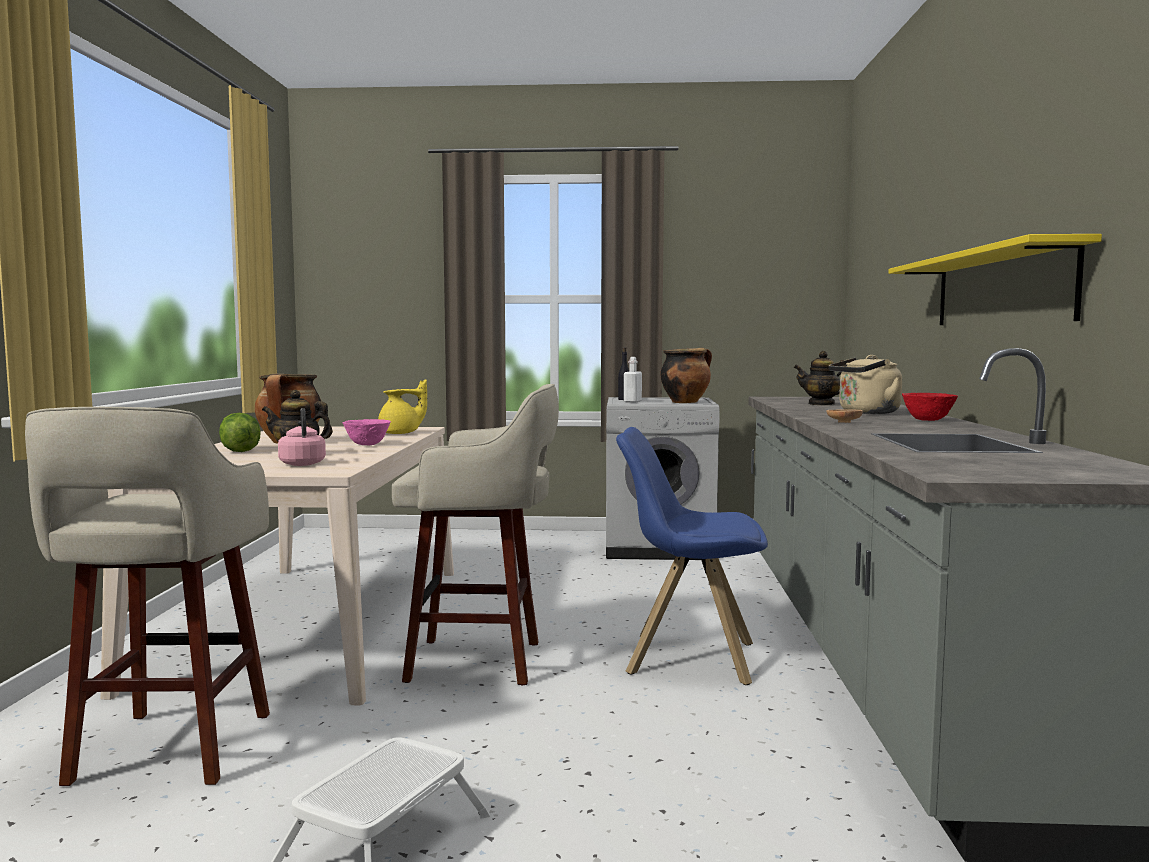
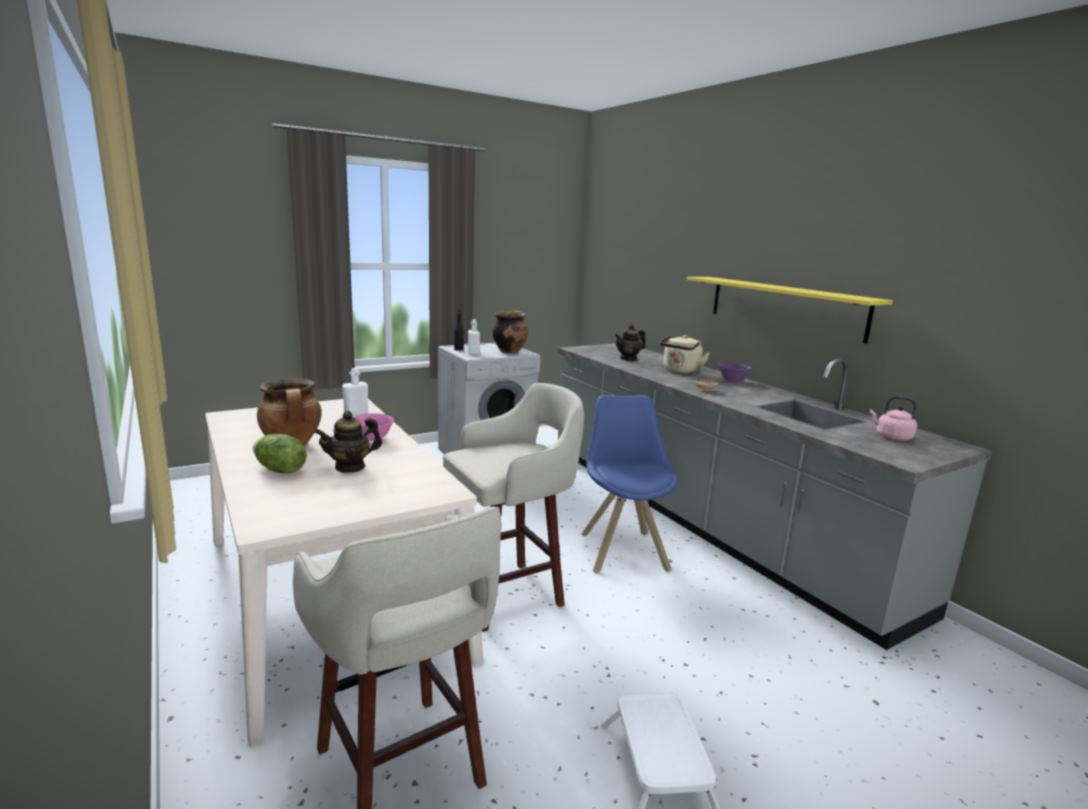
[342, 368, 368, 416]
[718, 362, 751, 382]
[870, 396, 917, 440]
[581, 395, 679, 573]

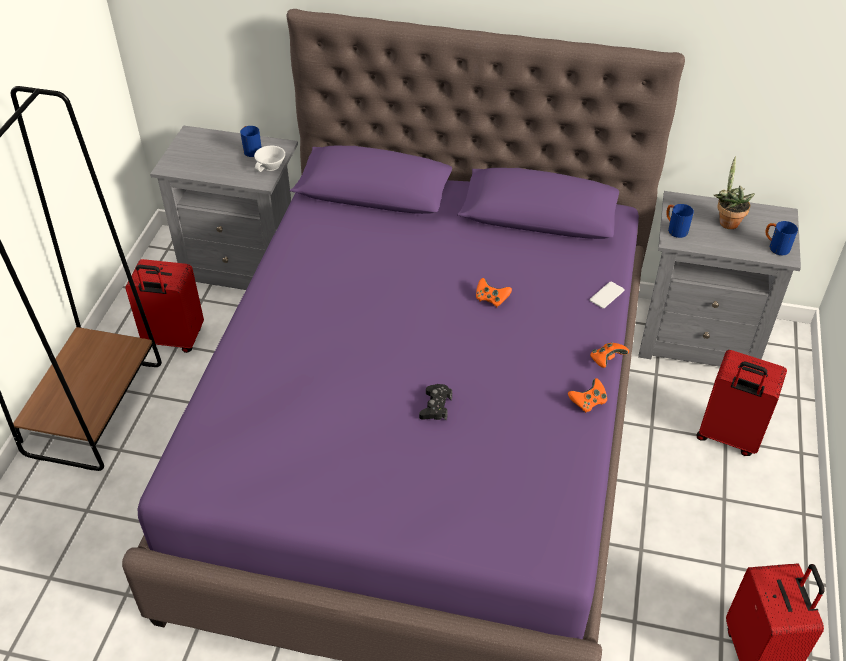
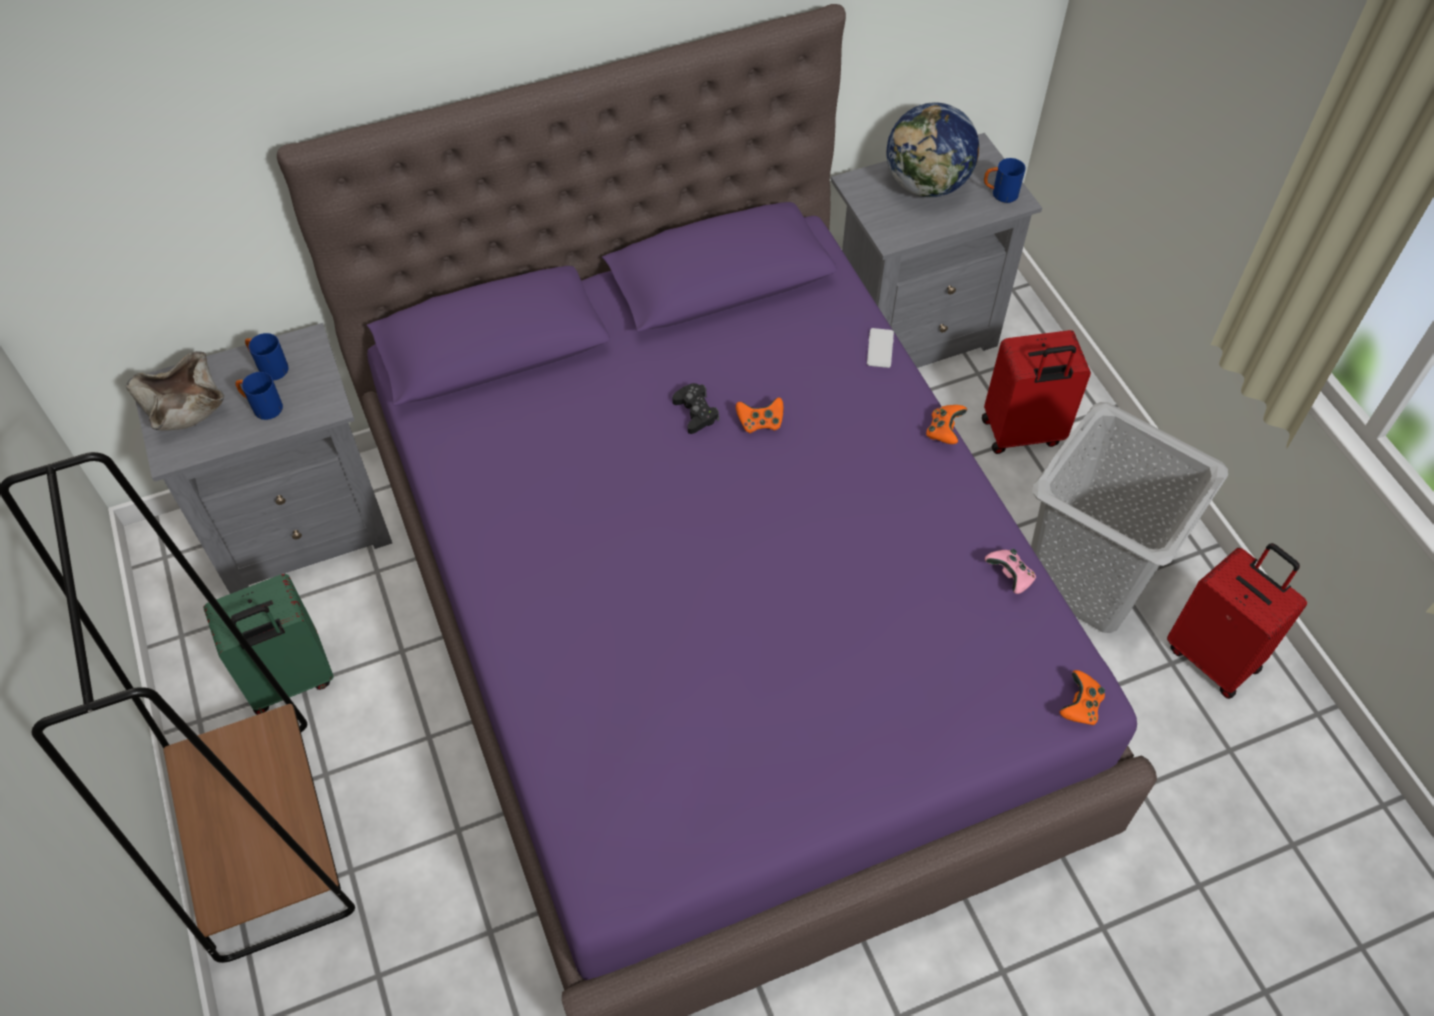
[254, 146, 285, 172] (first image)
[886, 102, 979, 198]
[235, 372, 283, 420]
[204, 574, 334, 715]
[1060, 670, 1105, 725]
[672, 383, 719, 434]
[126, 351, 224, 431]
[1031, 402, 1228, 633]
[985, 549, 1036, 594]

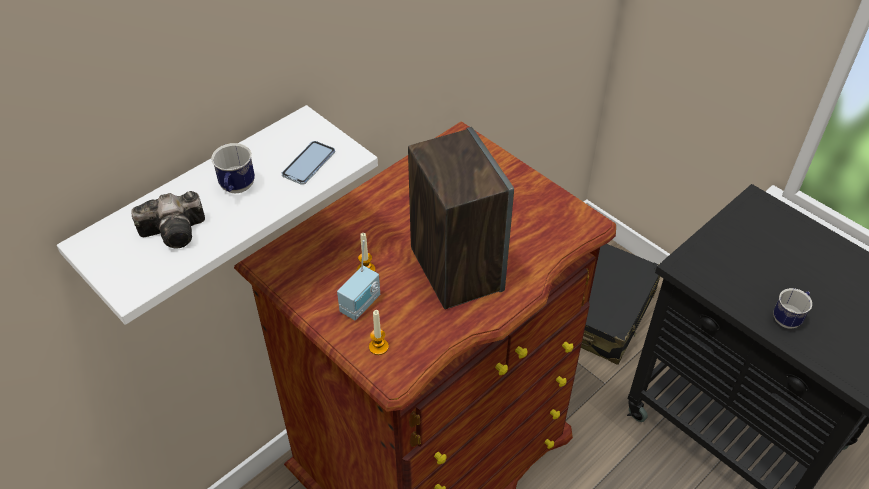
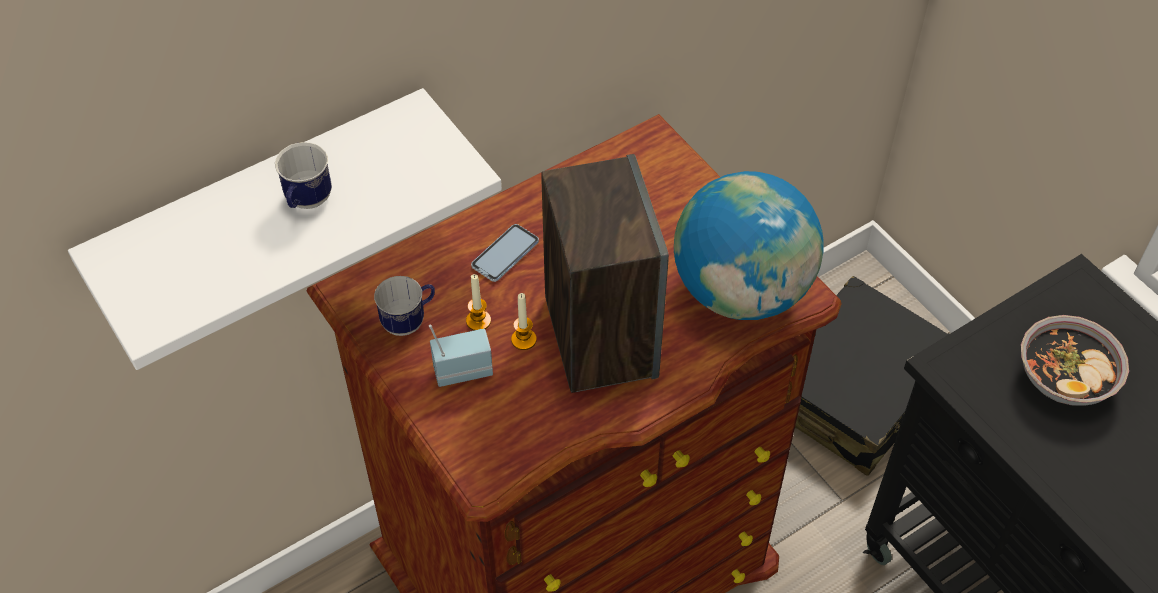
[471, 224, 539, 282]
[131, 191, 205, 248] (first image)
[429, 325, 493, 387]
[374, 276, 435, 336]
[511, 293, 537, 350]
[674, 171, 824, 320]
[1021, 315, 1129, 406]

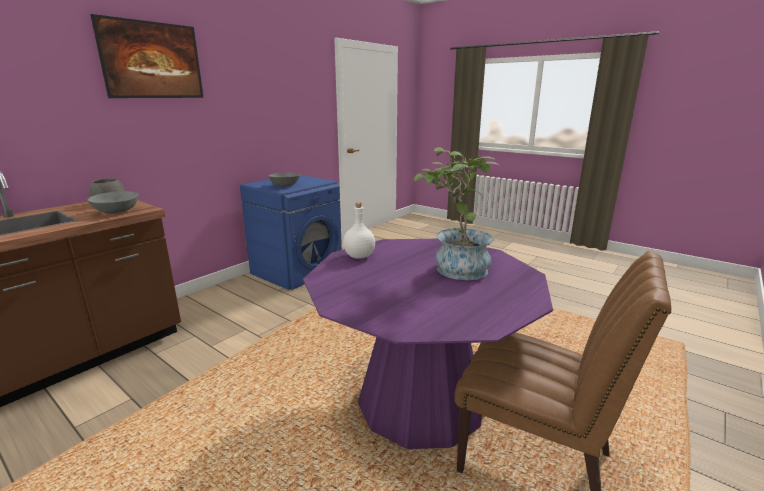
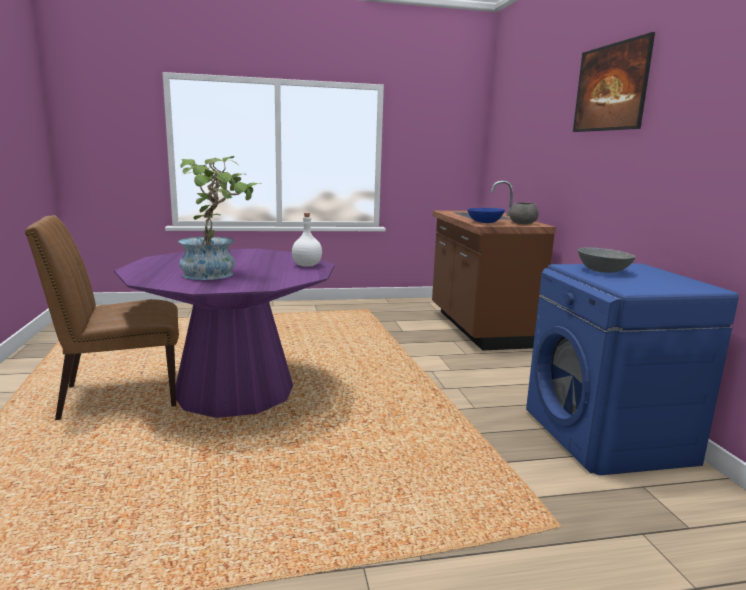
[467, 208, 505, 223]

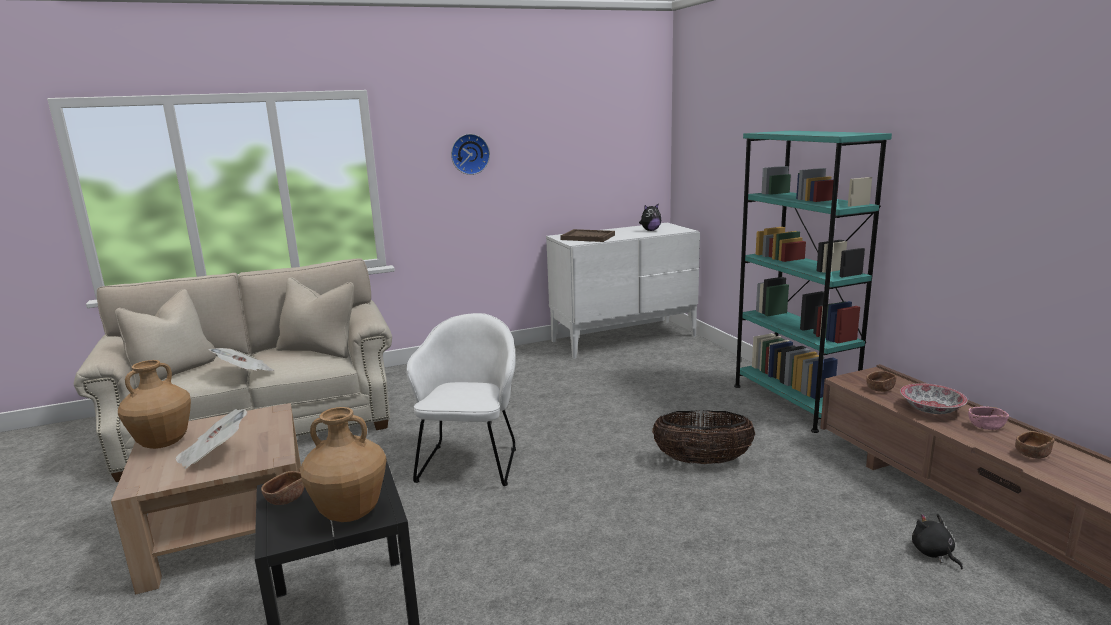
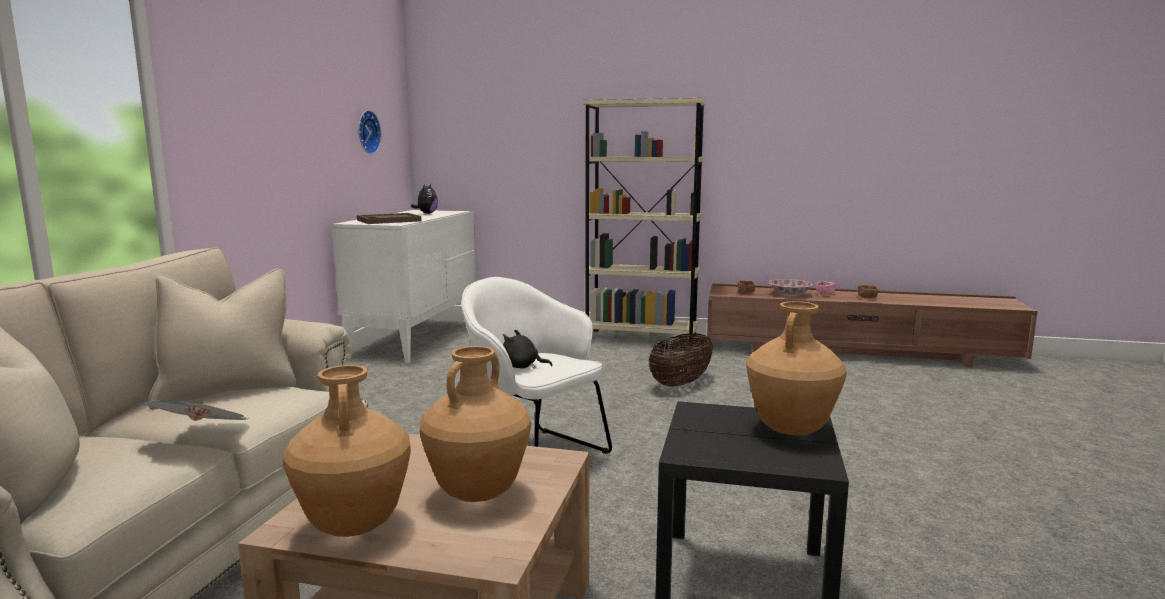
[583, 98, 706, 346]
[358, 110, 382, 154]
[420, 346, 531, 502]
[261, 471, 305, 505] (first image)
[503, 330, 553, 369]

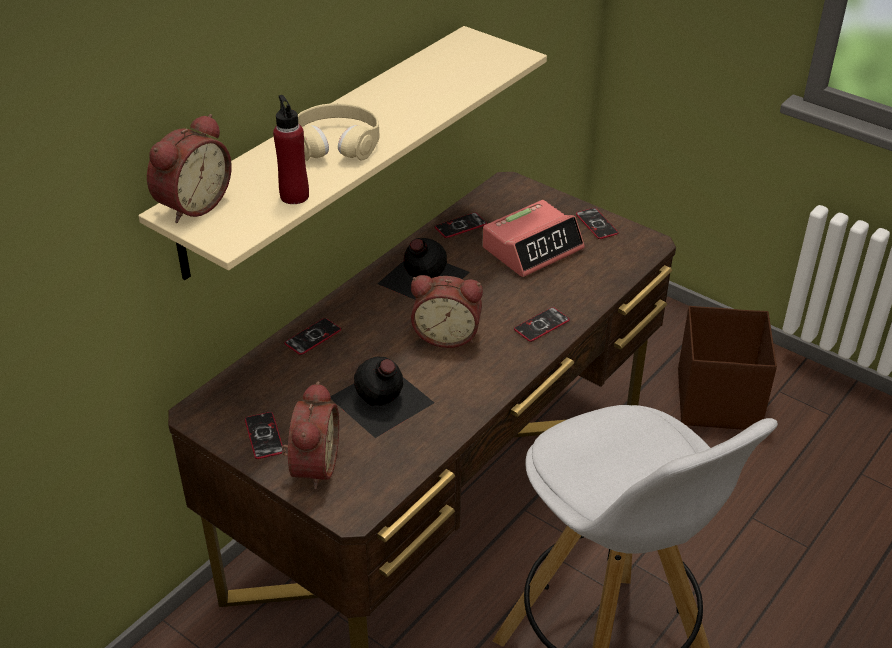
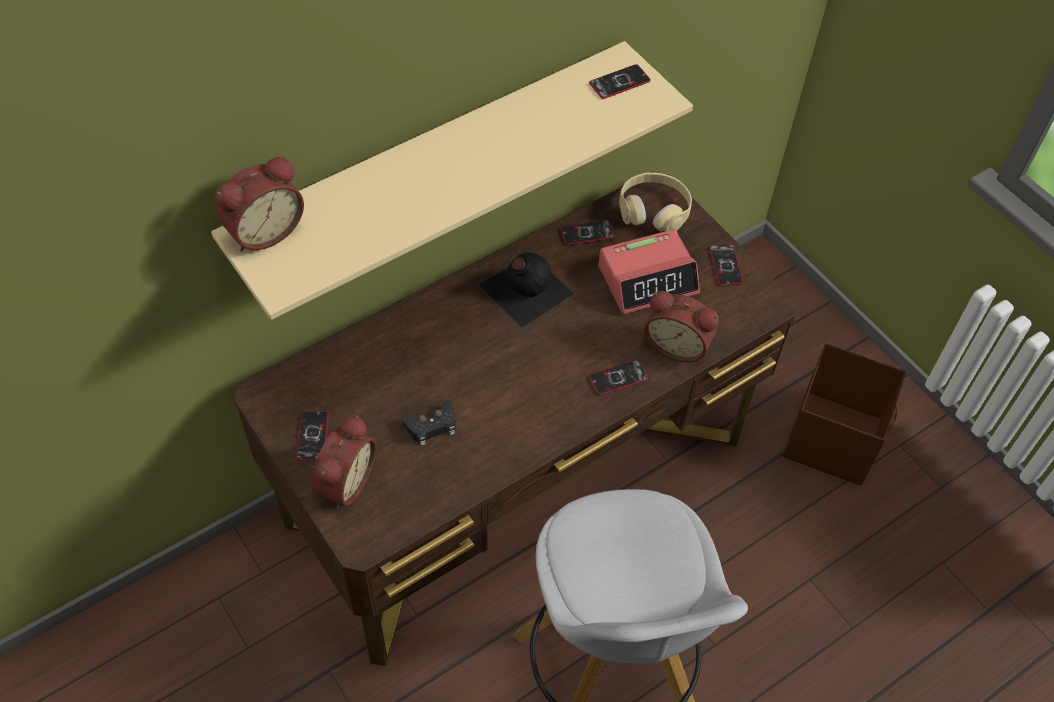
[273, 95, 309, 204] (first image)
[619, 172, 692, 231]
[644, 291, 719, 362]
[589, 64, 651, 99]
[402, 400, 456, 446]

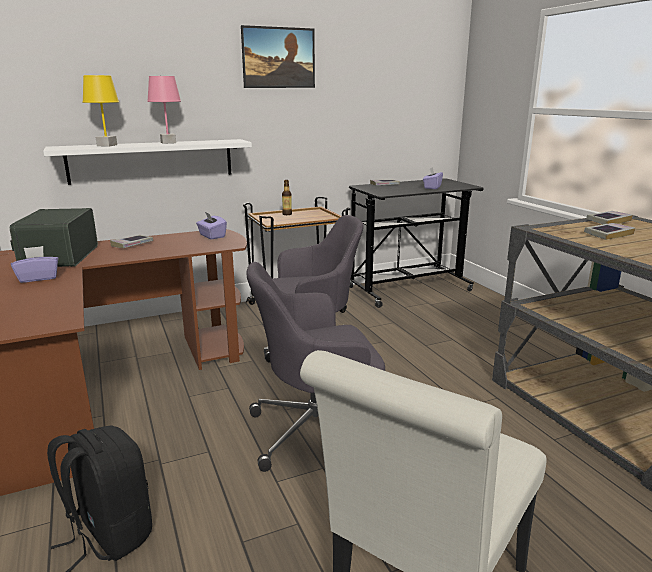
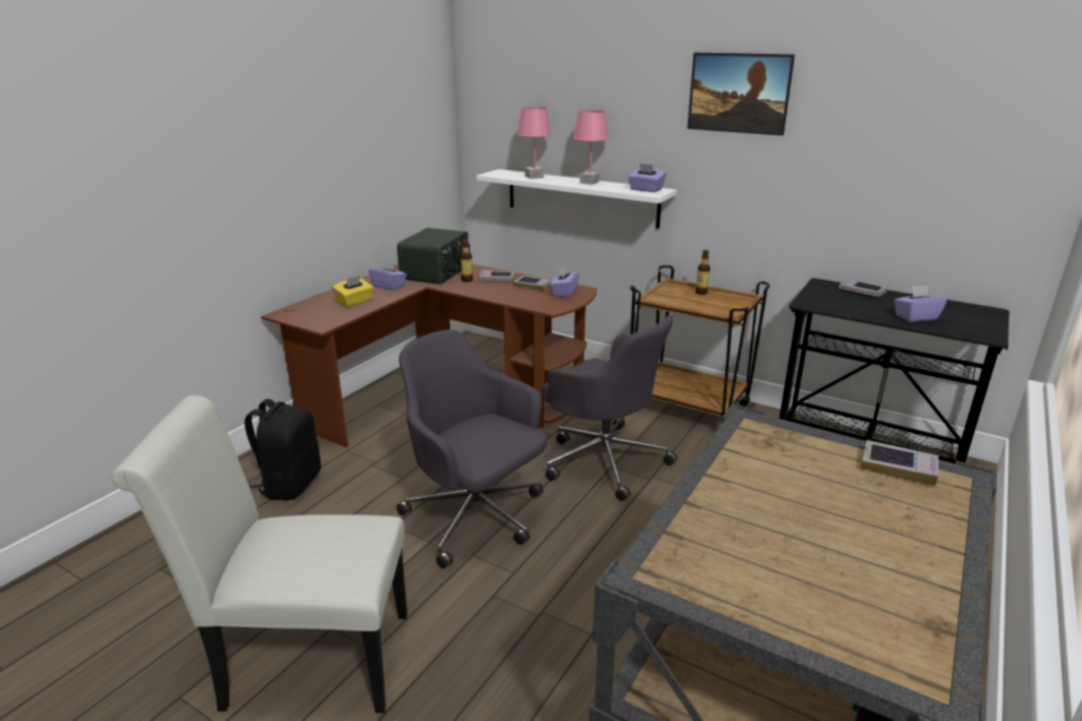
[517, 107, 551, 179]
[397, 228, 470, 284]
[513, 275, 552, 291]
[628, 163, 666, 192]
[460, 239, 473, 282]
[332, 276, 374, 307]

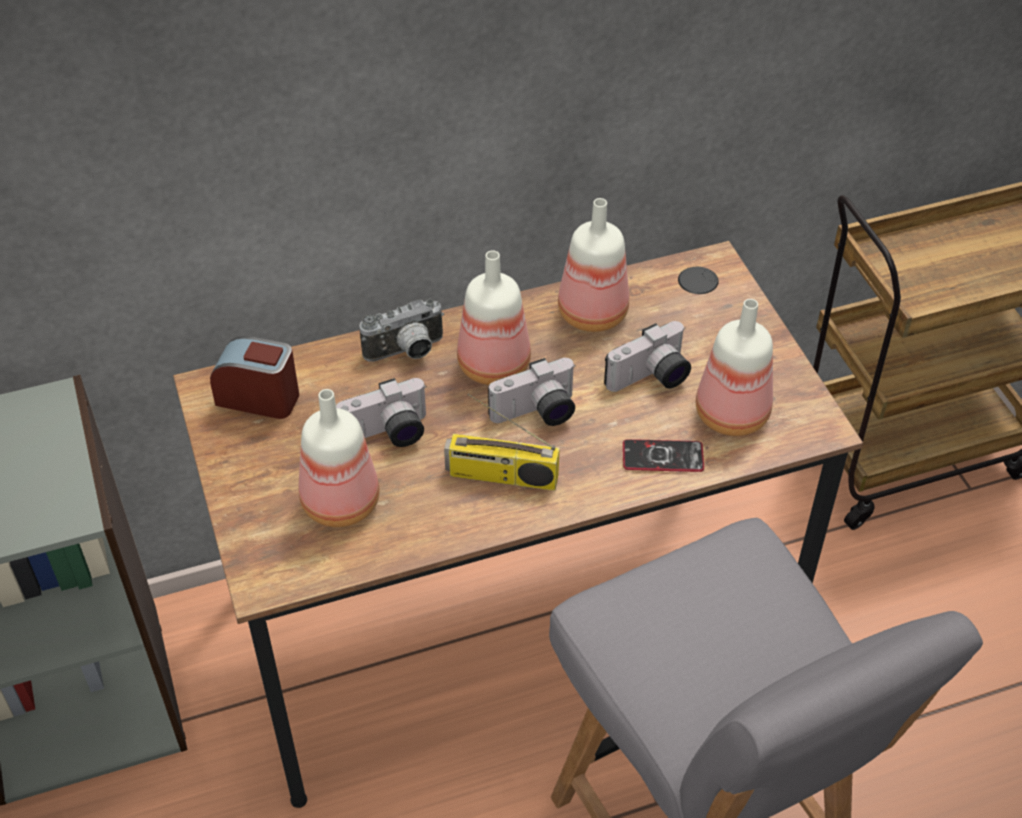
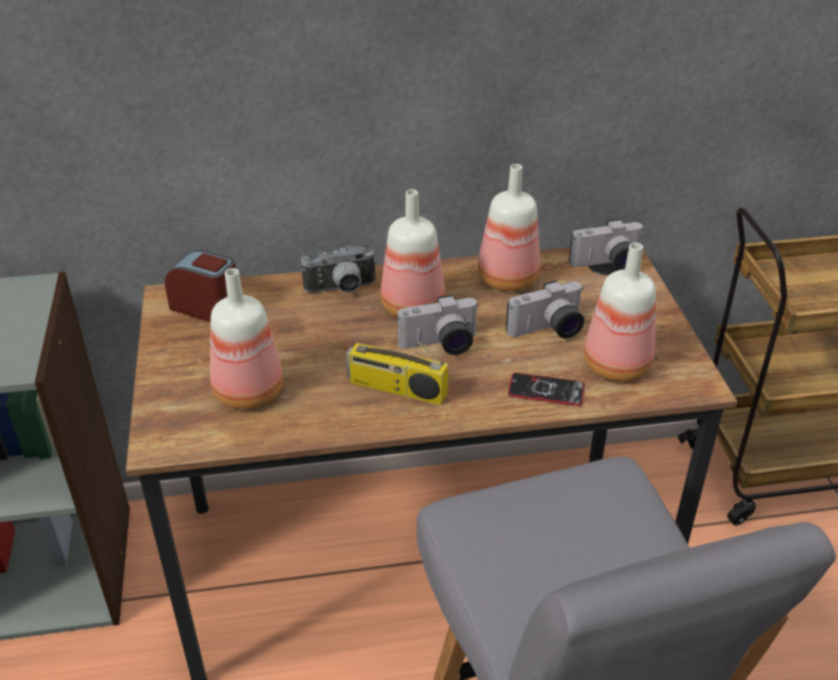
[569, 219, 644, 270]

